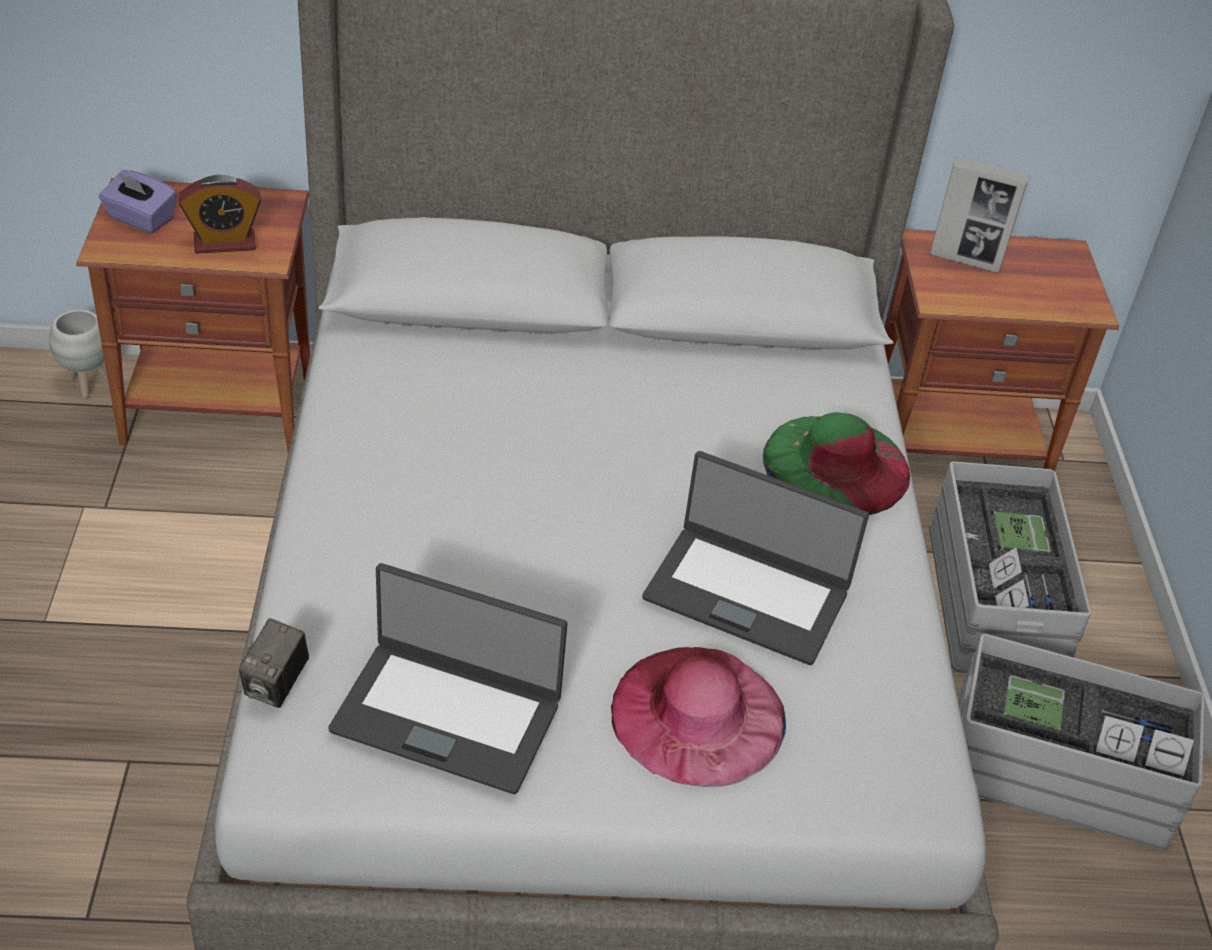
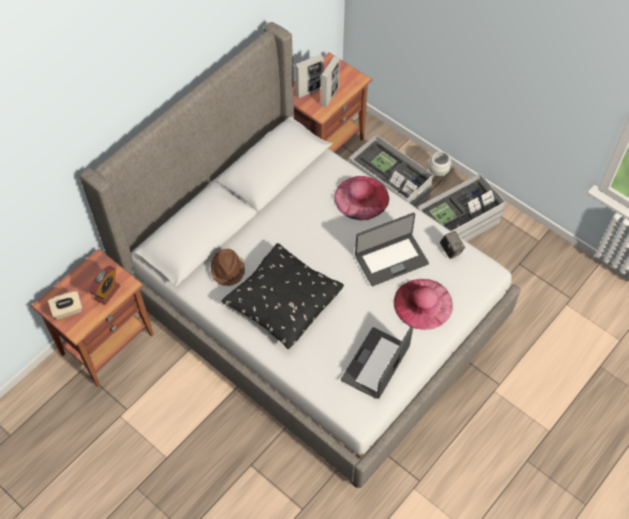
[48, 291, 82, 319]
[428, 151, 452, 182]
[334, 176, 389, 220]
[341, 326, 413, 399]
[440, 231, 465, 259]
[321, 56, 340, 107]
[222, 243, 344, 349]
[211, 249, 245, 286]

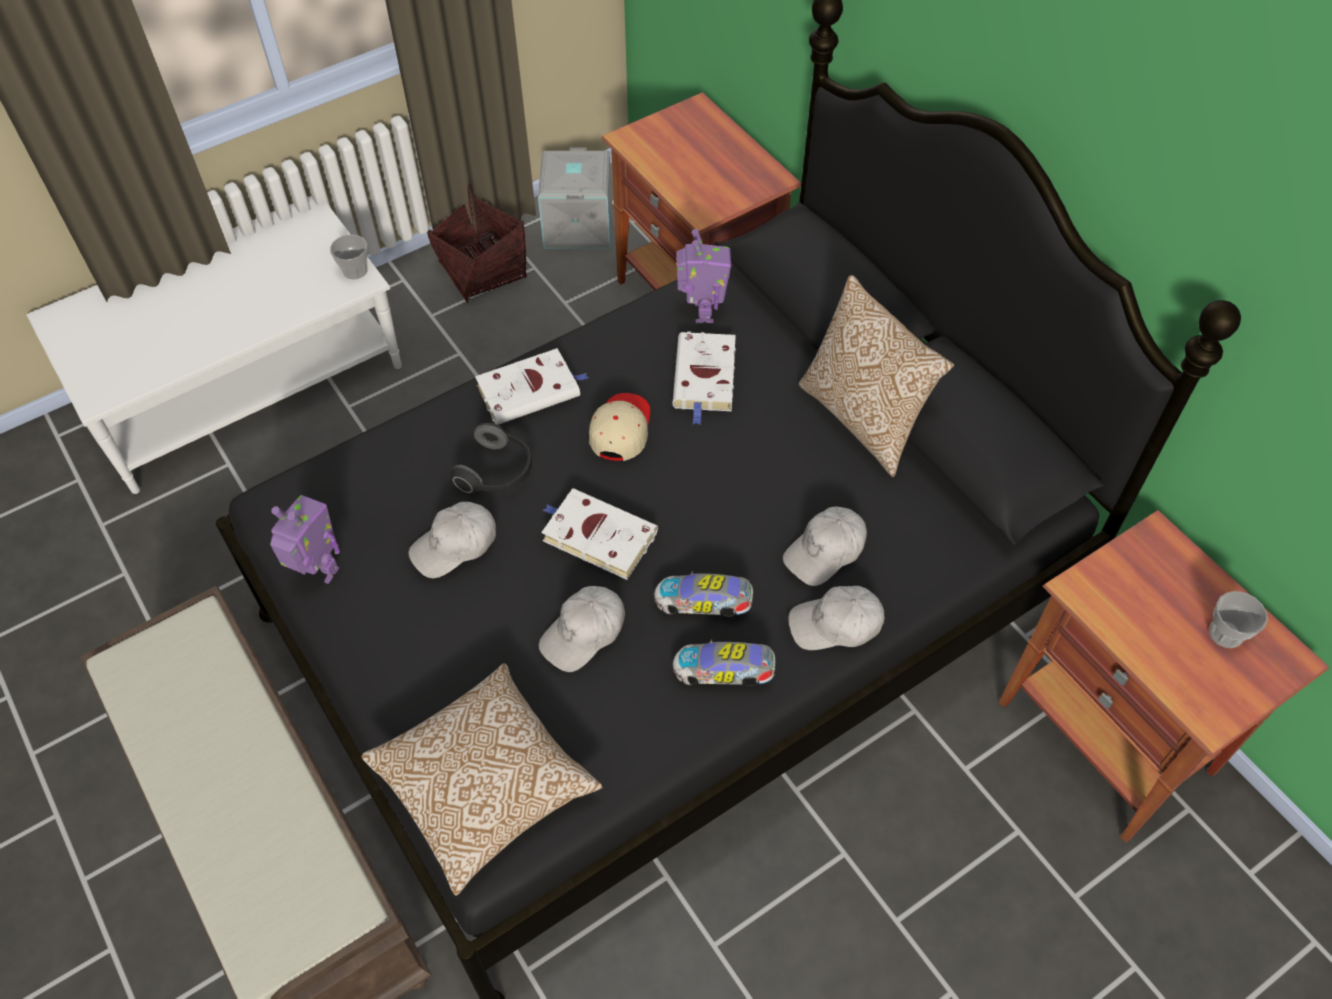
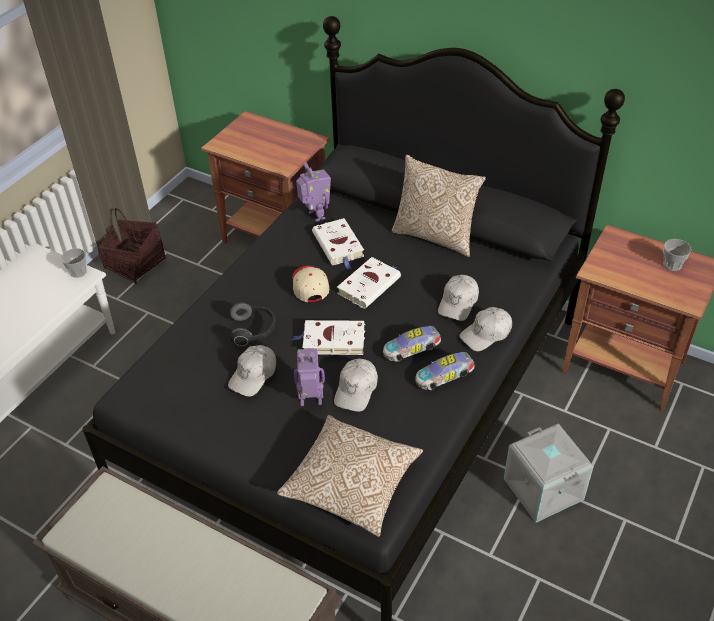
[504, 423, 594, 523]
[337, 257, 401, 309]
[294, 348, 325, 406]

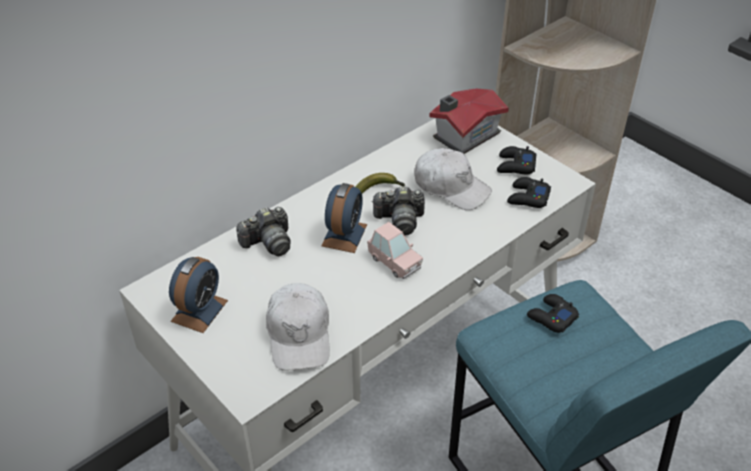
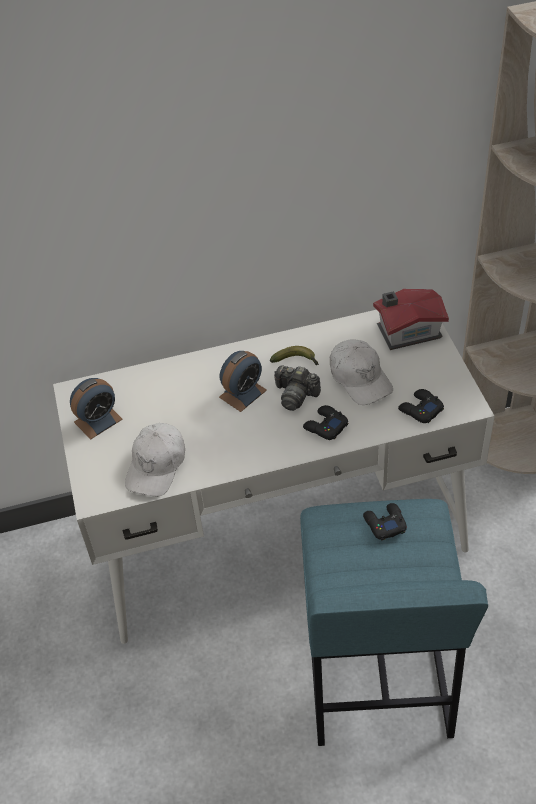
[303, 405, 348, 440]
[236, 207, 291, 256] (first image)
[367, 222, 423, 279] (first image)

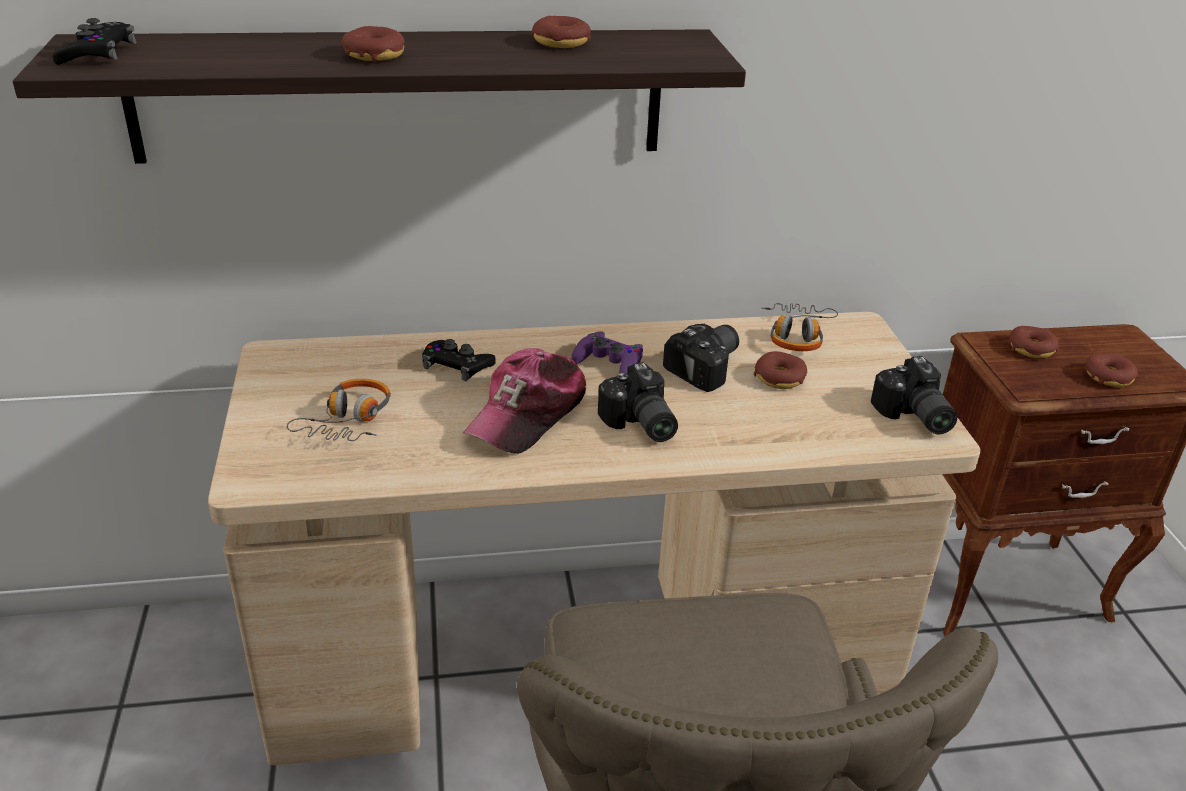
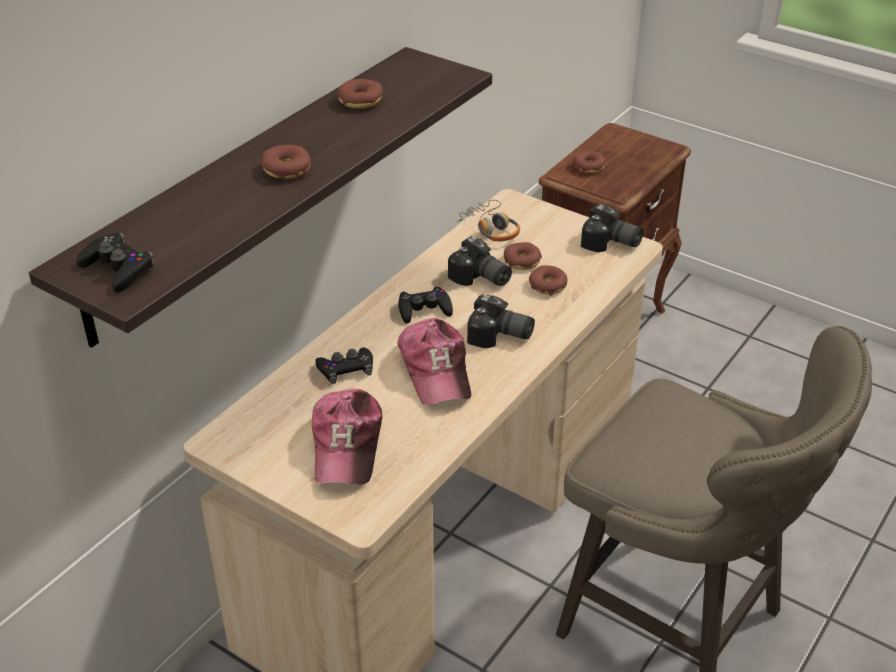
[448, 236, 512, 286]
[398, 286, 453, 324]
[529, 265, 567, 296]
[312, 389, 382, 485]

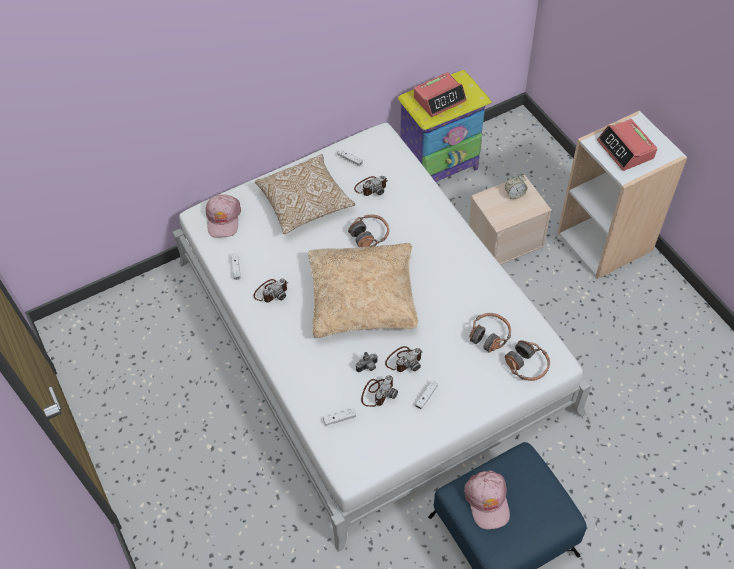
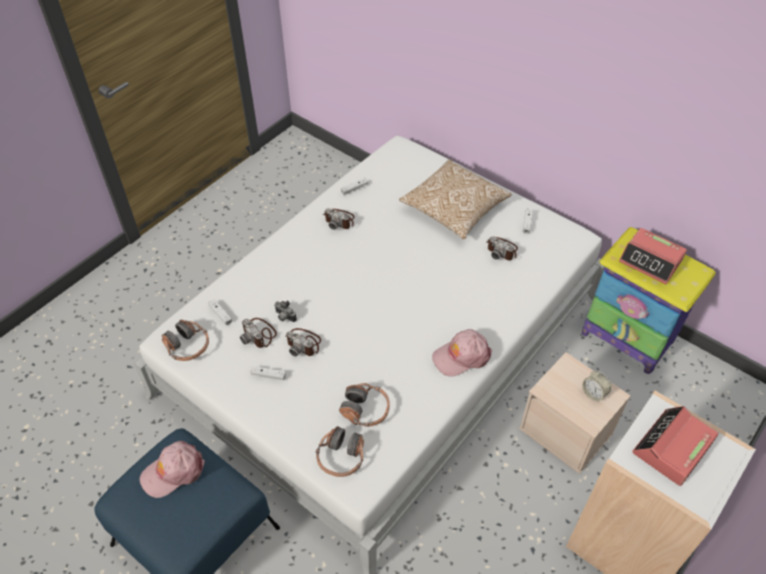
[432, 329, 492, 377]
[162, 320, 209, 361]
[308, 243, 419, 338] (first image)
[240, 318, 277, 348]

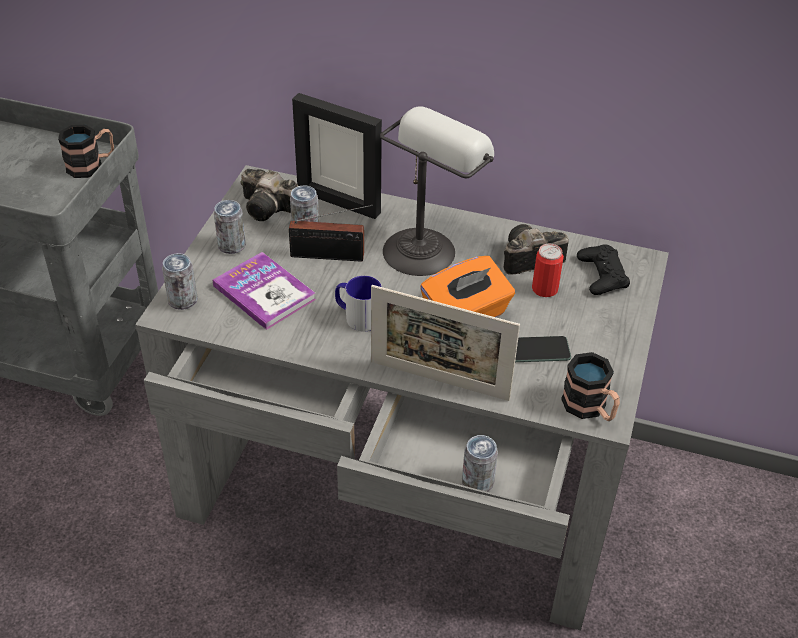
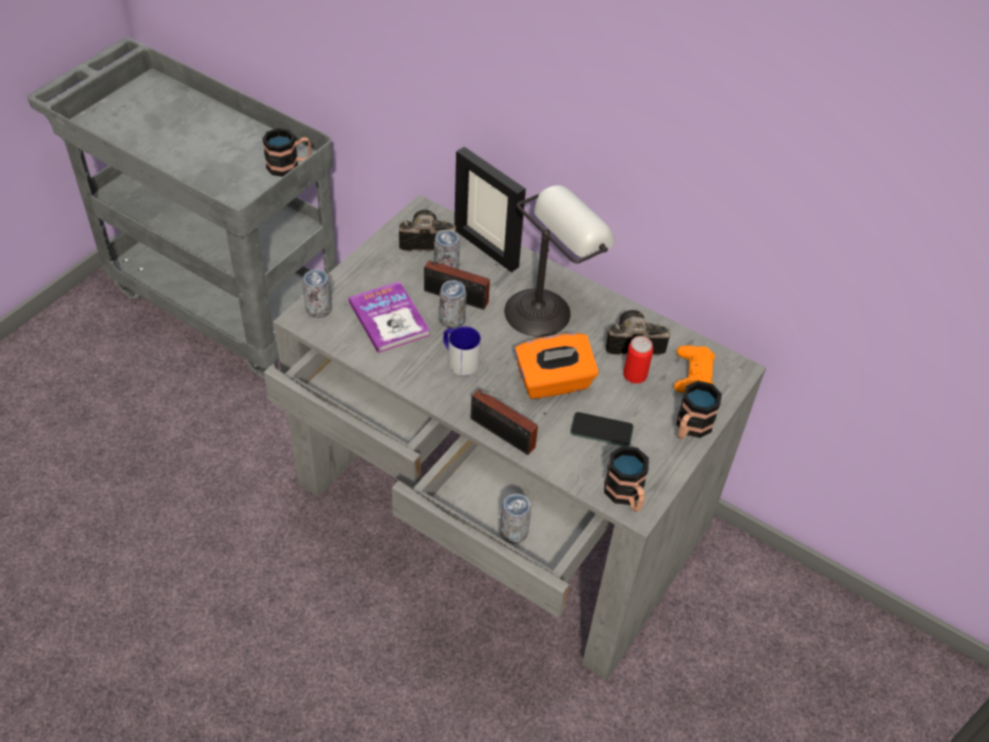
[399, 210, 456, 251]
[439, 280, 467, 329]
[674, 345, 715, 393]
[470, 389, 546, 455]
[676, 381, 722, 439]

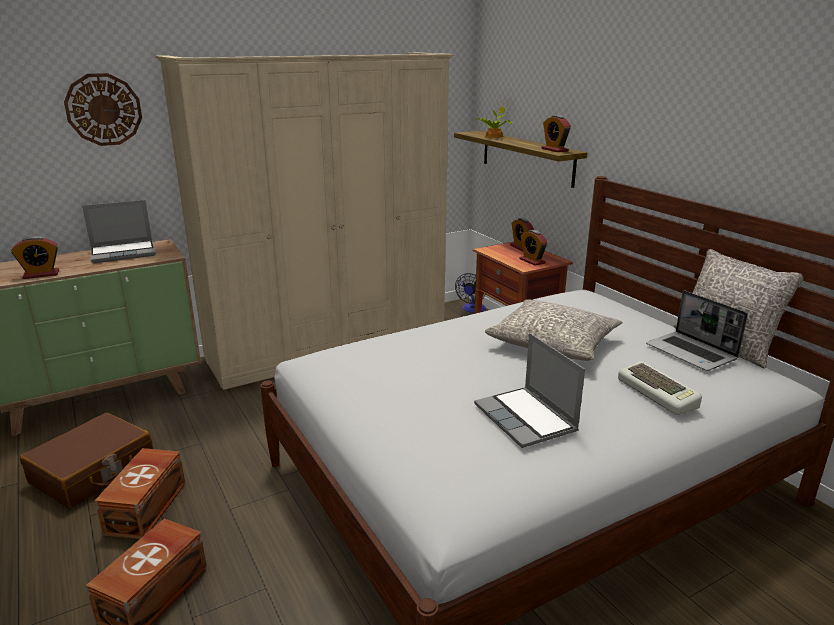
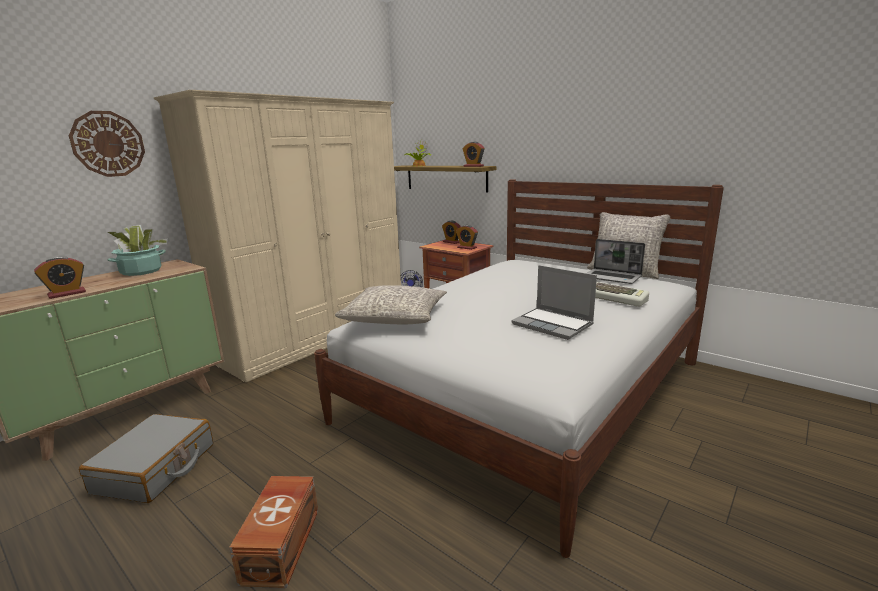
[107, 225, 168, 276]
[335, 285, 447, 325]
[79, 414, 213, 503]
[95, 448, 185, 539] (first image)

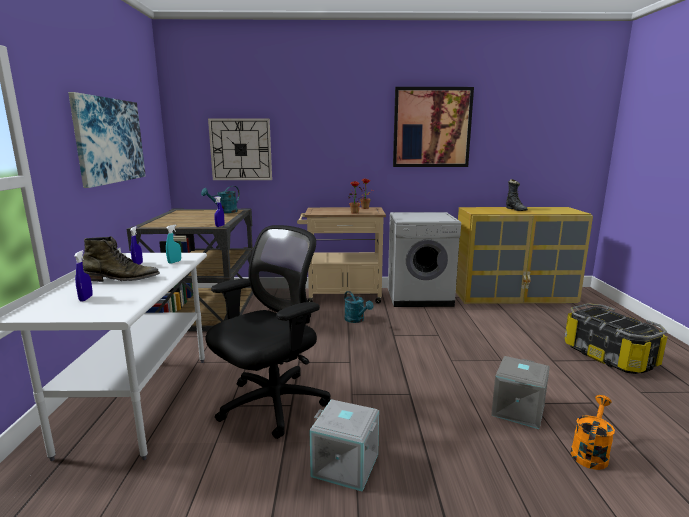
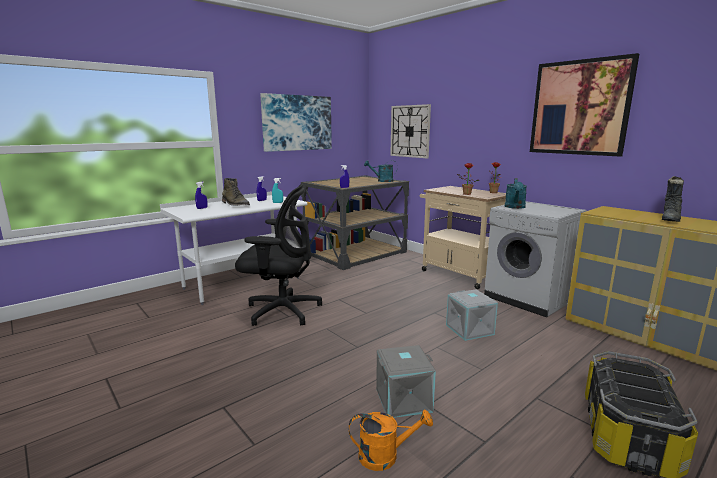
[505, 178, 527, 209]
[446, 289, 498, 341]

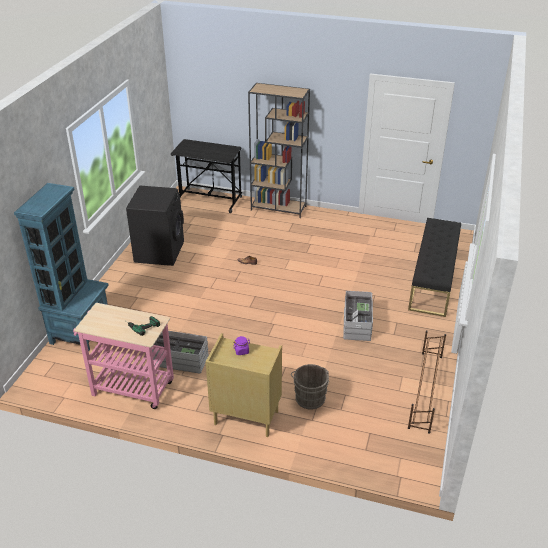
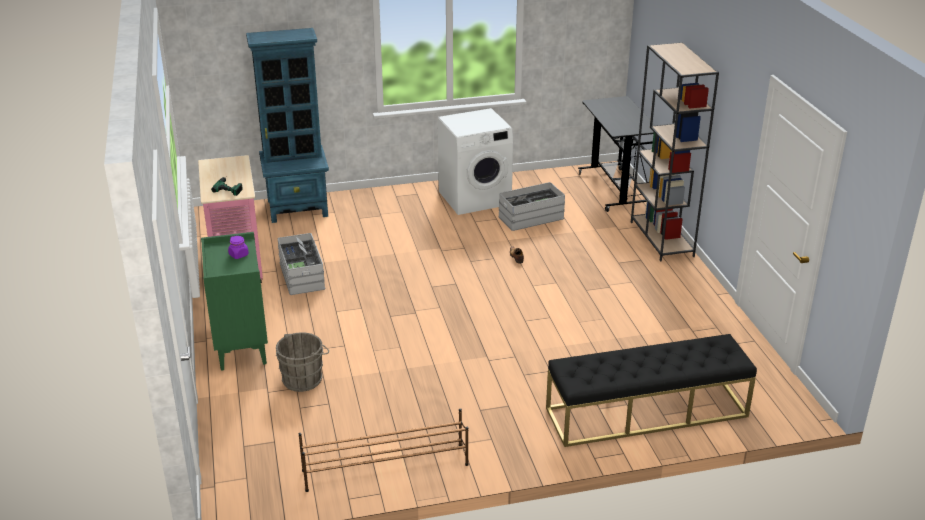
[438, 108, 513, 215]
[498, 182, 565, 231]
[201, 232, 268, 370]

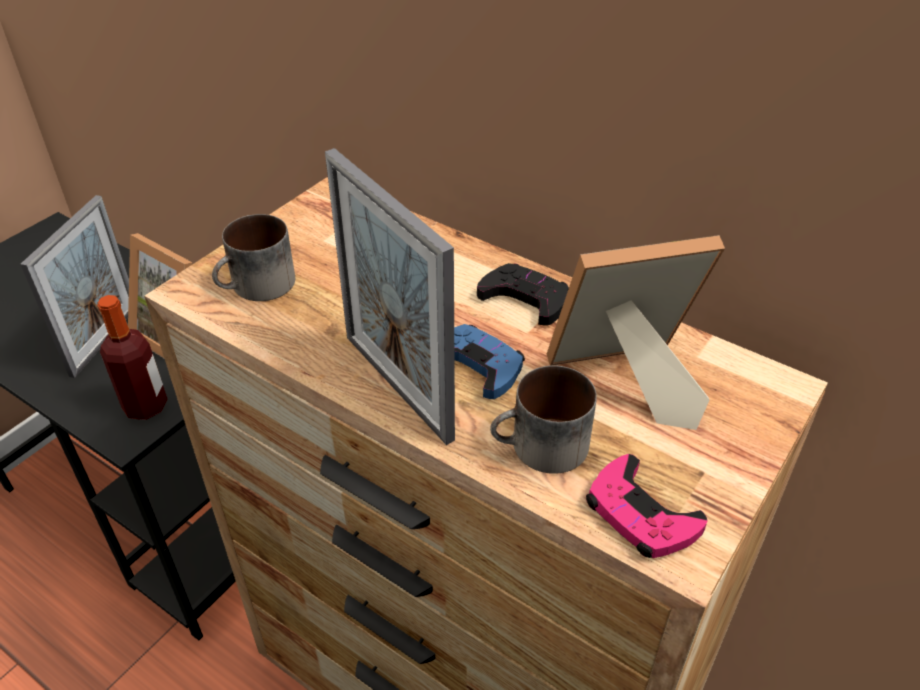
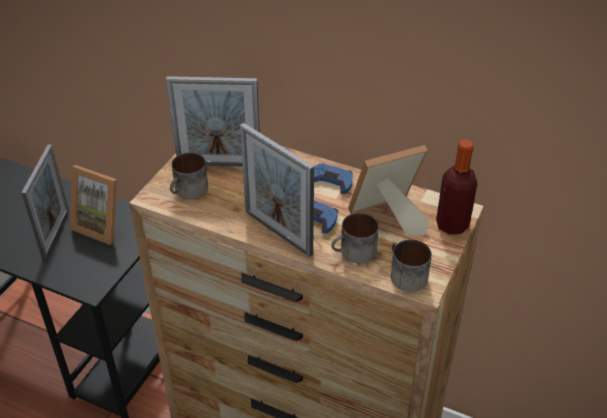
[314, 163, 353, 194]
[436, 140, 478, 235]
[391, 239, 432, 292]
[166, 76, 260, 166]

